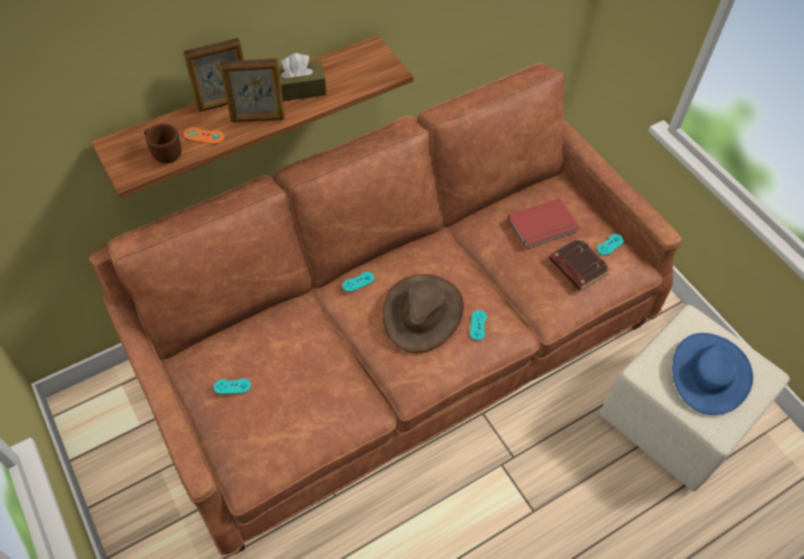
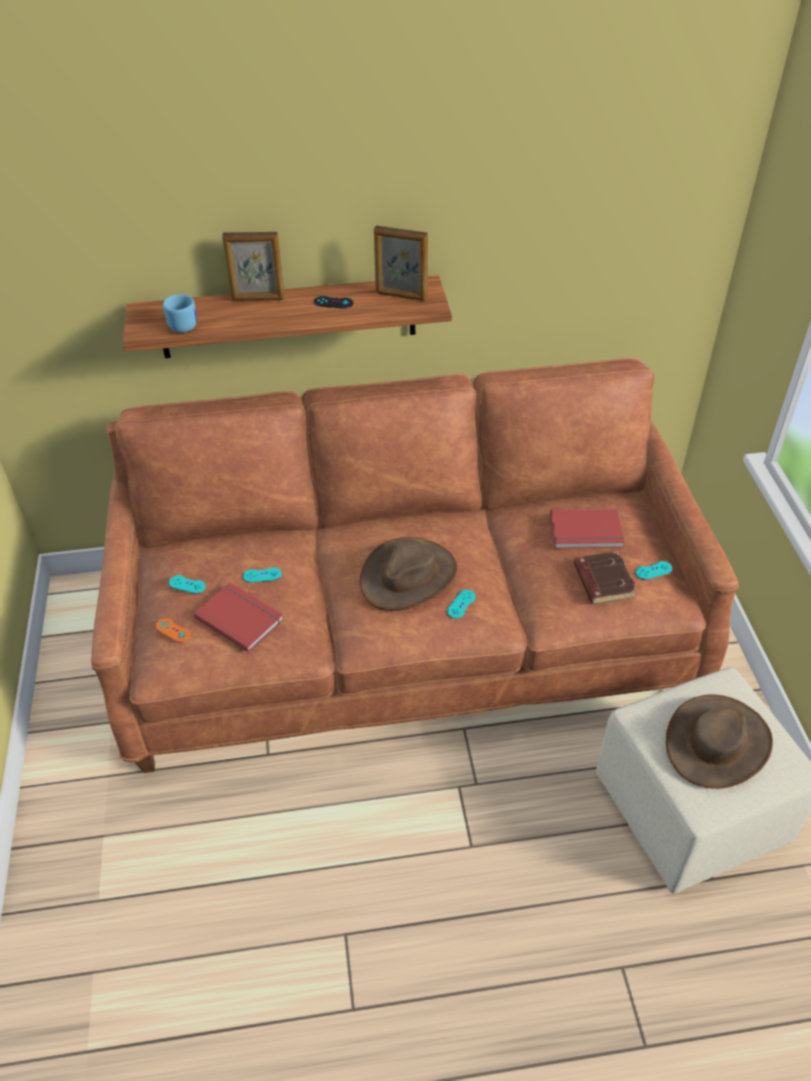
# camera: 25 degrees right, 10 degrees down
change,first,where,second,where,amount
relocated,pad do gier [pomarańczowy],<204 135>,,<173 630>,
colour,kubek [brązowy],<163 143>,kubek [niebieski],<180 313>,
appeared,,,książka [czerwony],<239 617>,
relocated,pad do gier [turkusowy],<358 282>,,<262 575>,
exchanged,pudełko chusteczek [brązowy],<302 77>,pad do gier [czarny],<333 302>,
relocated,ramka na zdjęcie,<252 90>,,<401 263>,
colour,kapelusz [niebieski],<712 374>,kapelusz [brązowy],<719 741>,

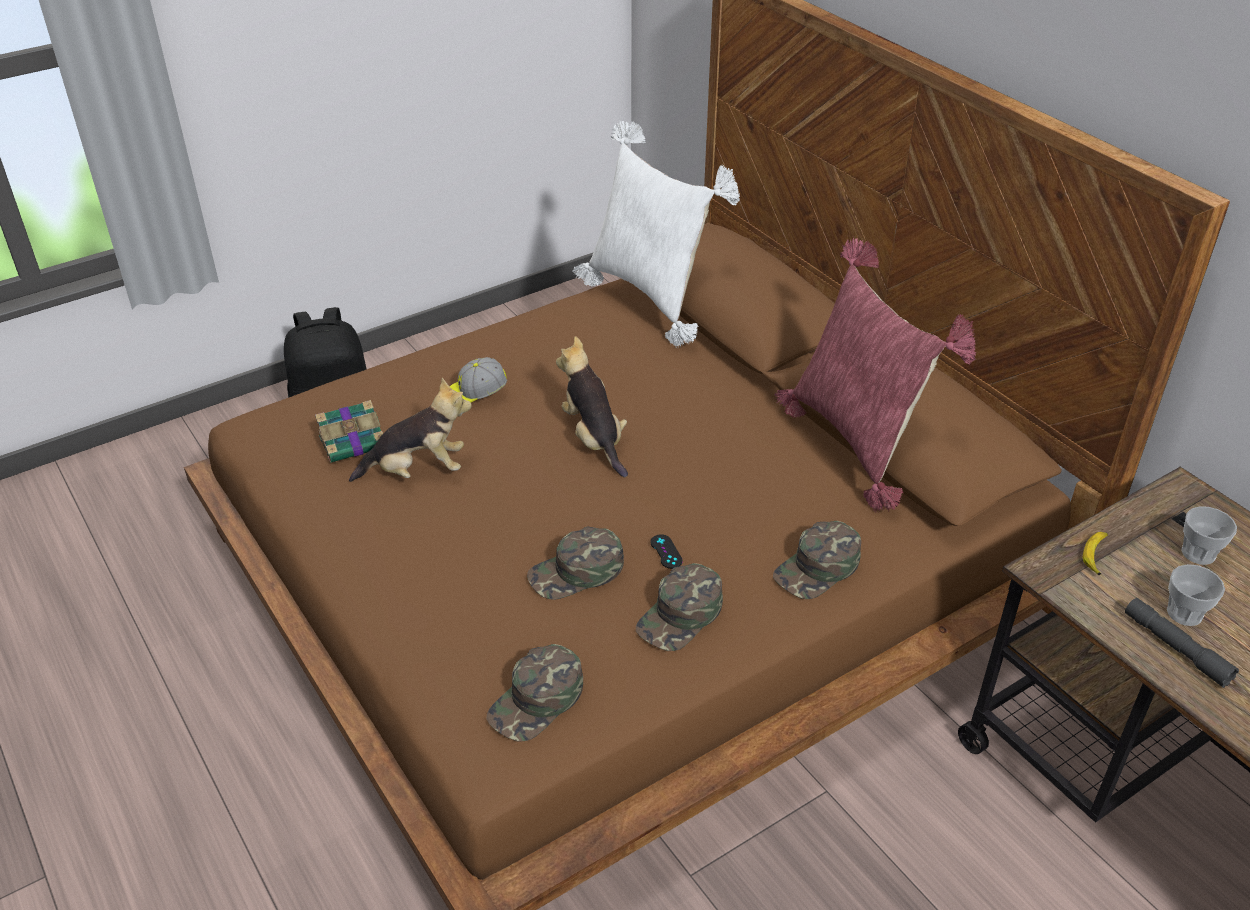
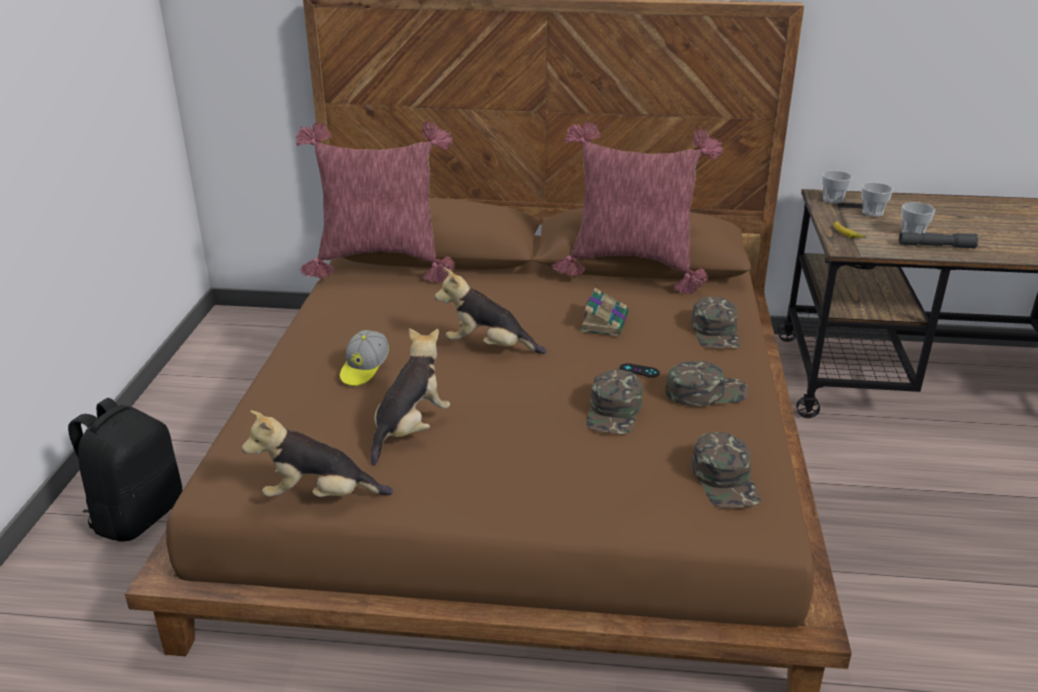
# camera: 50 degrees left, 10 degrees down
change,first,where,second,where,amount
appeared,,,pluszak,<317 453>,
colour,poduszka [biały],<656 234>,poduszka [czerwony],<375 202>,
relocated,książka,<349 431>,,<604 312>,
spun,czapka z daszkiem [zielony],<679 607>,,<707 383>,90 degrees counterclockwise
appeared,,,filiżanka,<837 187>,

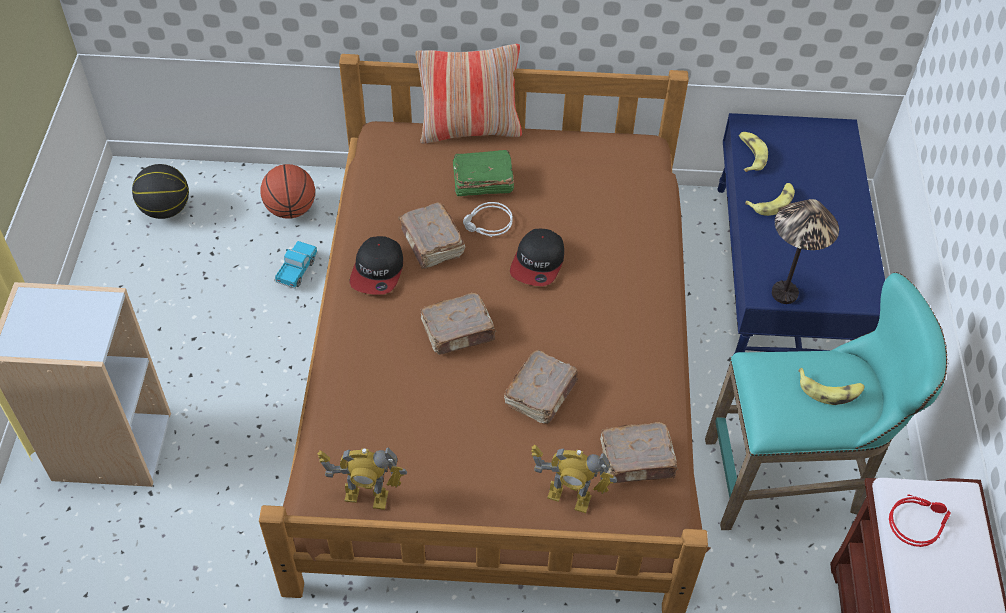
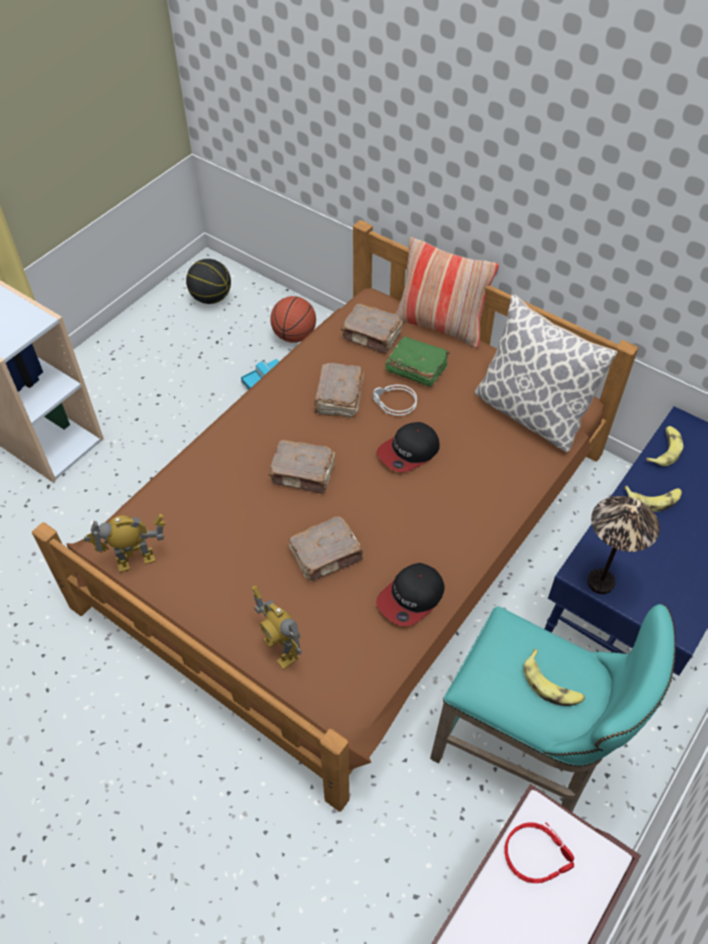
# camera: 35 degrees right, 0 degrees up
change,first,where,second,where,amount
spun,robot zabawkowy,<362 478>,,<125 543>,120 degrees clockwise
relocated,książka [brązowy],<639 452>,,<371 328>,
relocated,czapka z daszkiem,<376 265>,,<410 594>,
appeared,,,poduszka,<546 373>,

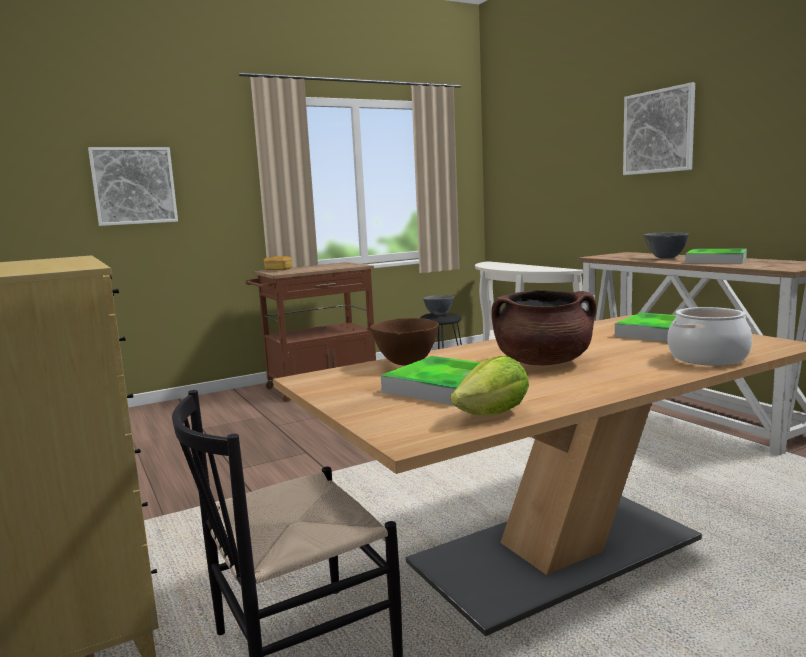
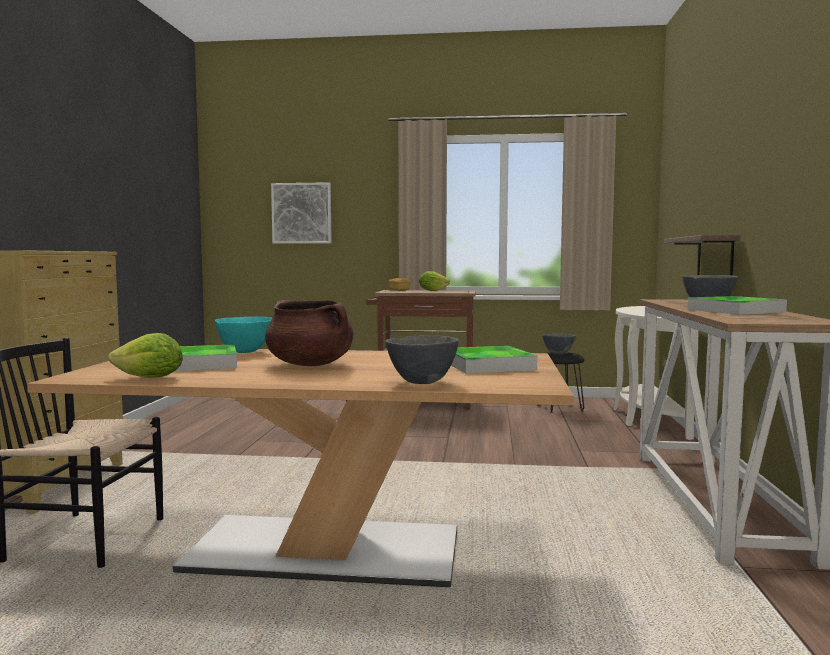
# camera: 35 degrees right, 5 degrees down
change,first,where,second,where,amount
colour,miska [brązowy],<404 341>,miska [turkusowy],<243 335>,
exchanged,garnek,<710 336>,miska [szary],<422 359>,
appeared,,,sałata,<434 281>,
appeared,,,półka,<702 255>,
missing,obraz,<659 129>,,,

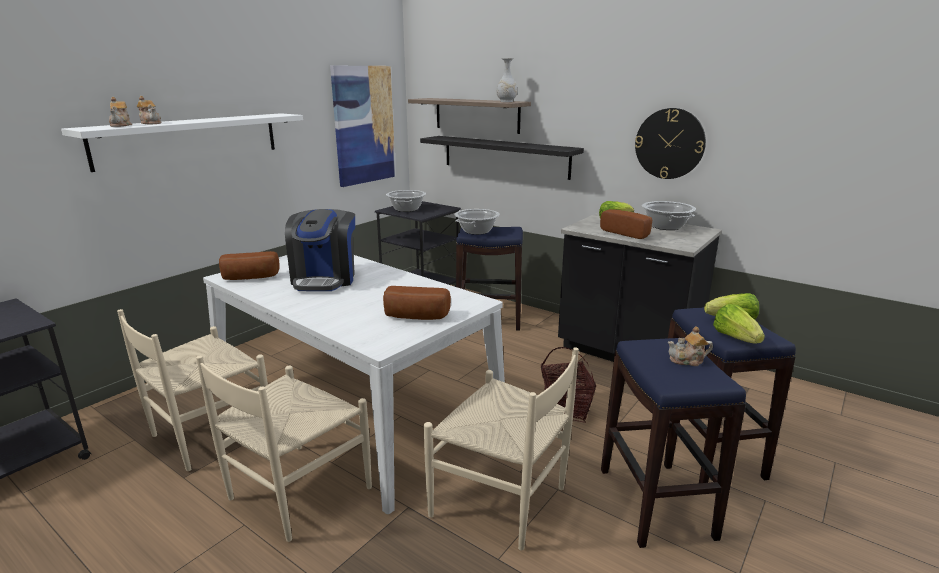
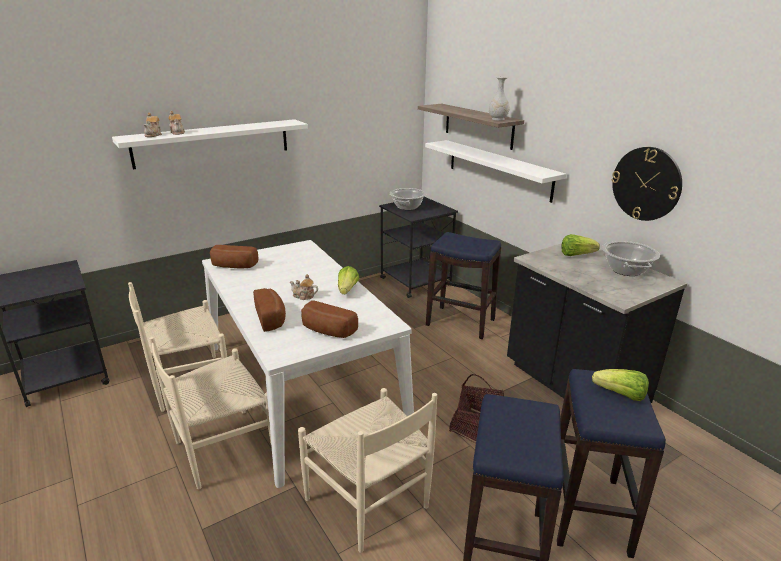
# camera: 20 degrees right, 5 degrees up
change,first,where,second,where,amount
relocated,chleb,<626 224>,,<269 310>,
relocated,imbryk,<690 346>,,<304 287>,
relocated,sałata,<739 323>,,<348 280>,
colour,półka [czarny],<502 158>,półka [biały],<495 171>,
missing,ekspres do kawy,<320 250>,,,
missing,obraz,<363 126>,,,
missing,garnek,<477 222>,,,

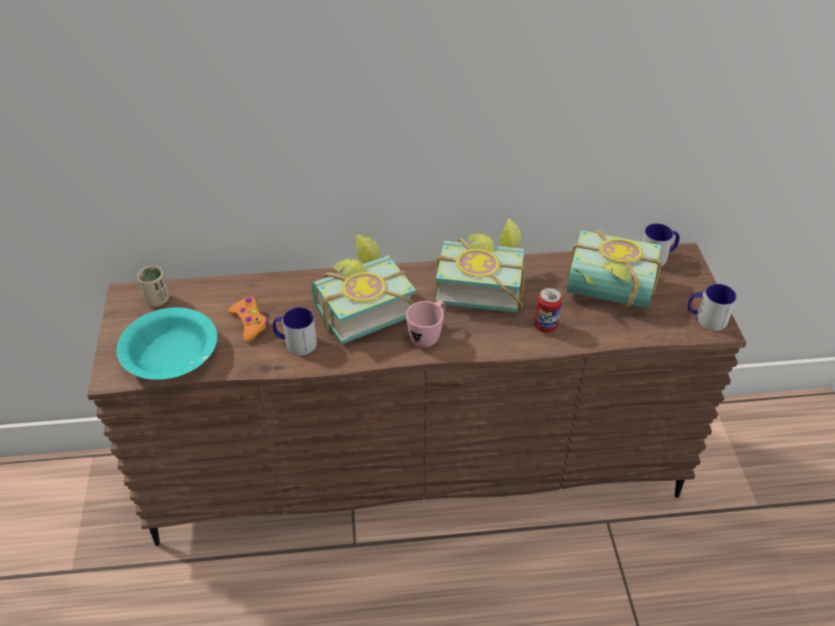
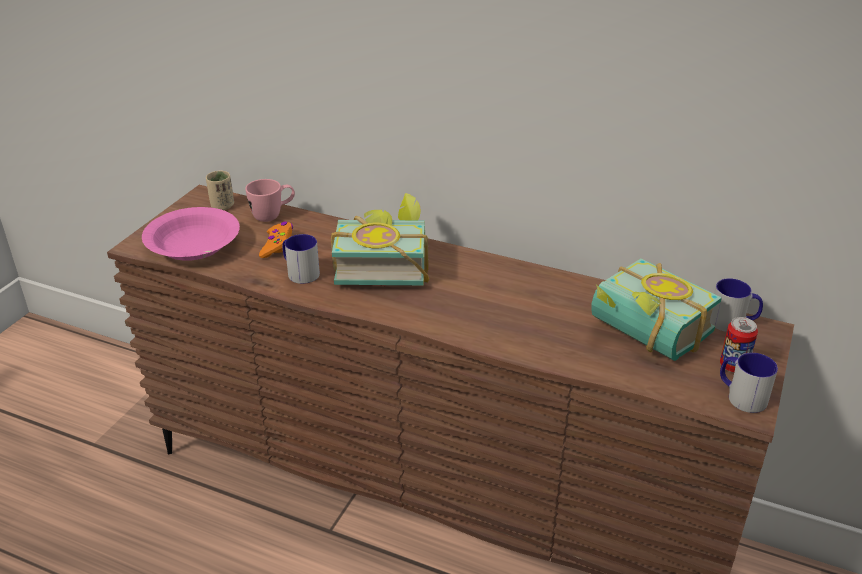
# camera: 30 degrees right, 10 degrees down
change,first,where,second,where,amount
colour,miska [turkusowy],<166 343>,miska [różowy],<191 234>,
relocated,kubek [różowy],<425 323>,,<270 200>,
relocated,puszka,<548 310>,,<739 344>,
missing,książka,<480 265>,,,

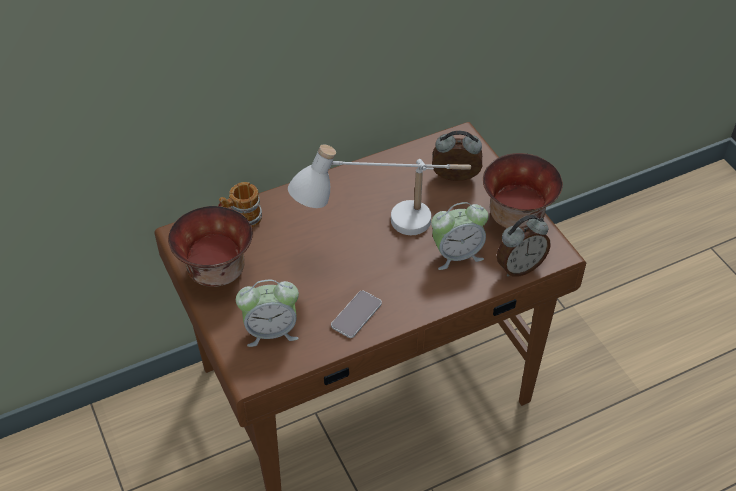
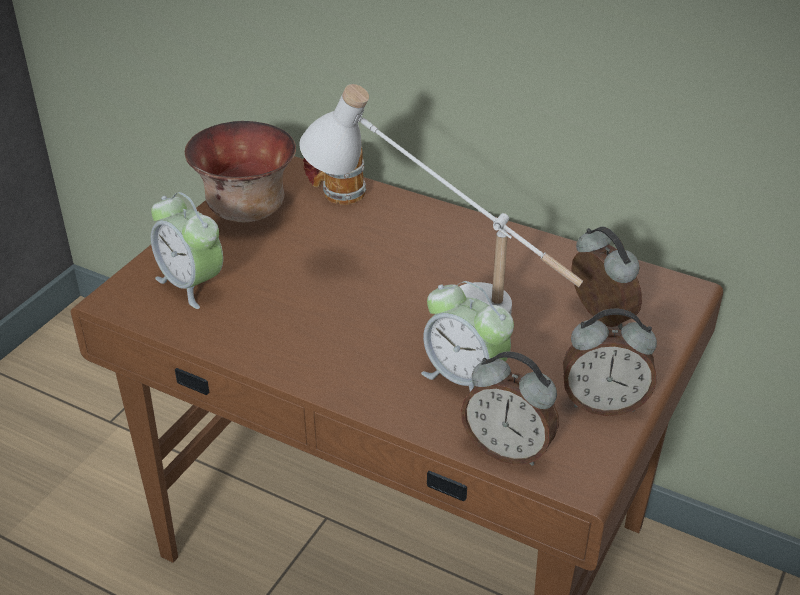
# camera: 55 degrees right, 10 degrees down
change,first,where,second,where,amount
exchanged,miska,<523 190>,budzik,<610 362>,
missing,telefon,<356 314>,,,

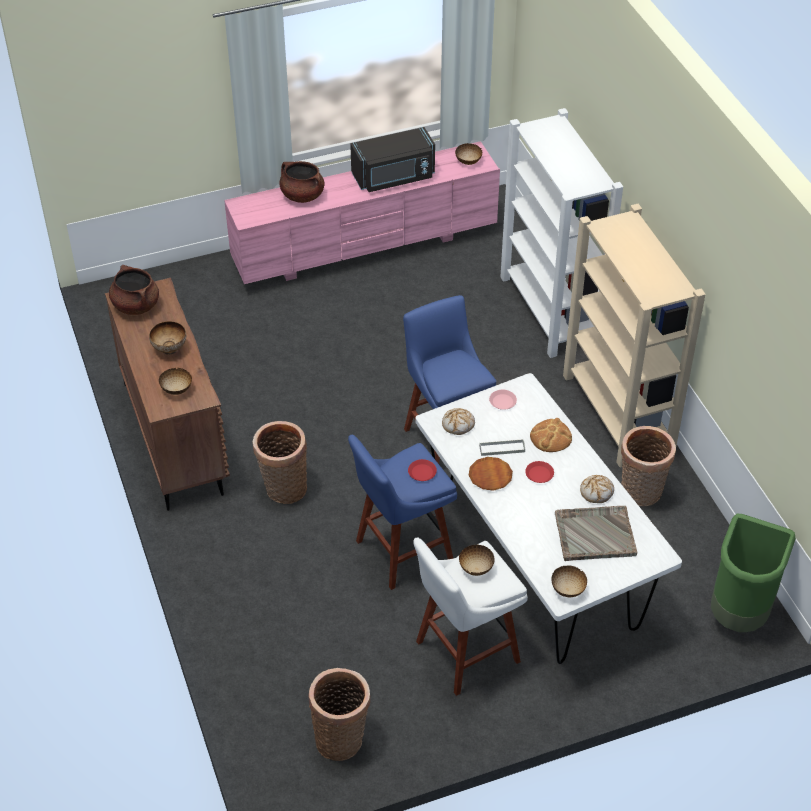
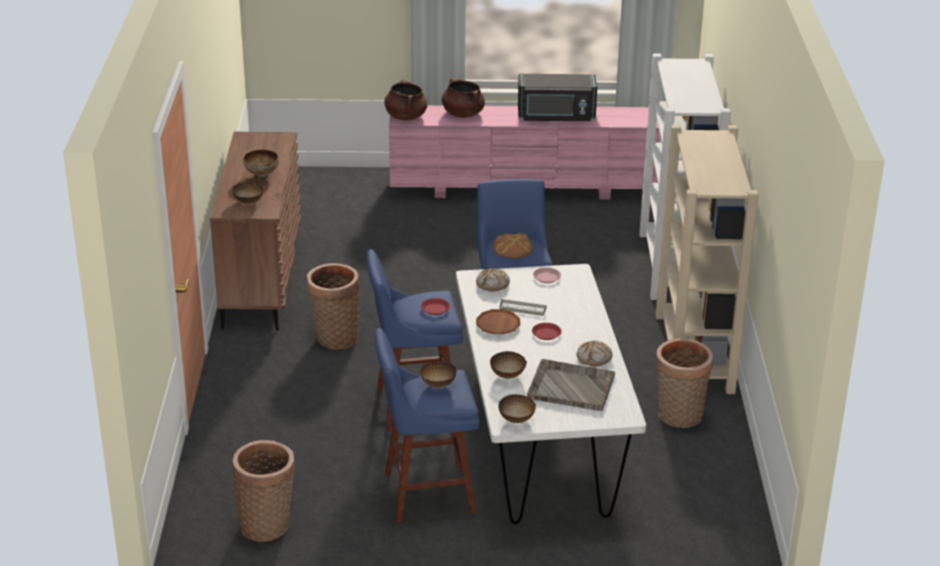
# camera: 20 degrees right, 15 degrees down
change,first,where,second,where,amount
colour,stołek [biały],<470 617>,stołek [niebieski],<427 425>,
relocated,garnek [brązowy],<134 290>,,<406 99>,
relocated,miska,<468 154>,,<508 365>,
relocated,chleb,<551 435>,,<513 245>,
missing,kosz na śmieci [zielony],<753 573>,,,

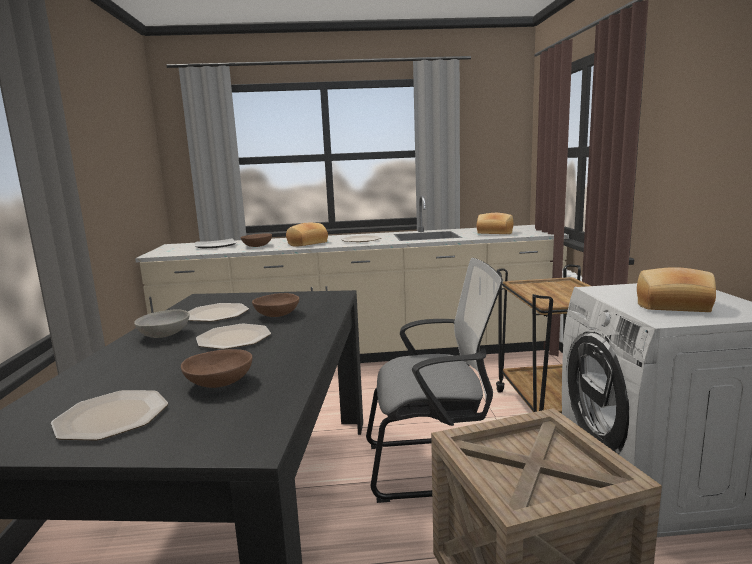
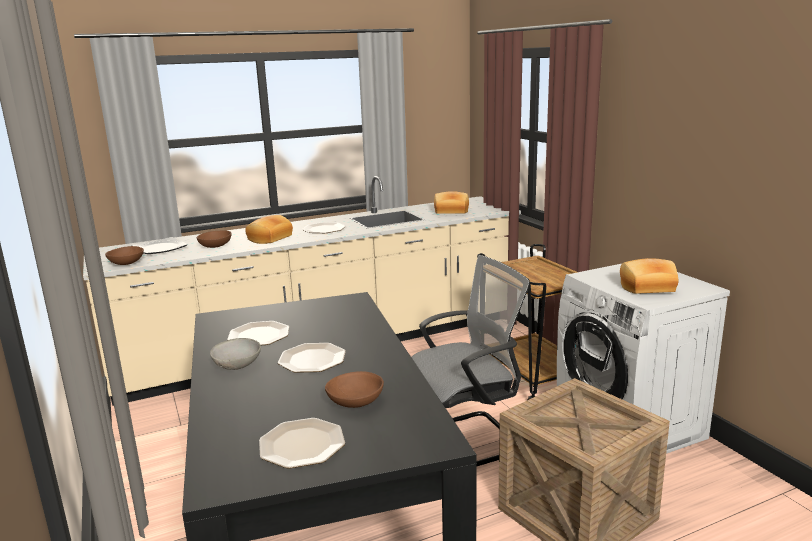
# camera: 20 degrees left, 5 degrees up
change,first,where,second,where,amount
relocated,miska [brązowy],<275 305>,,<124 255>,

